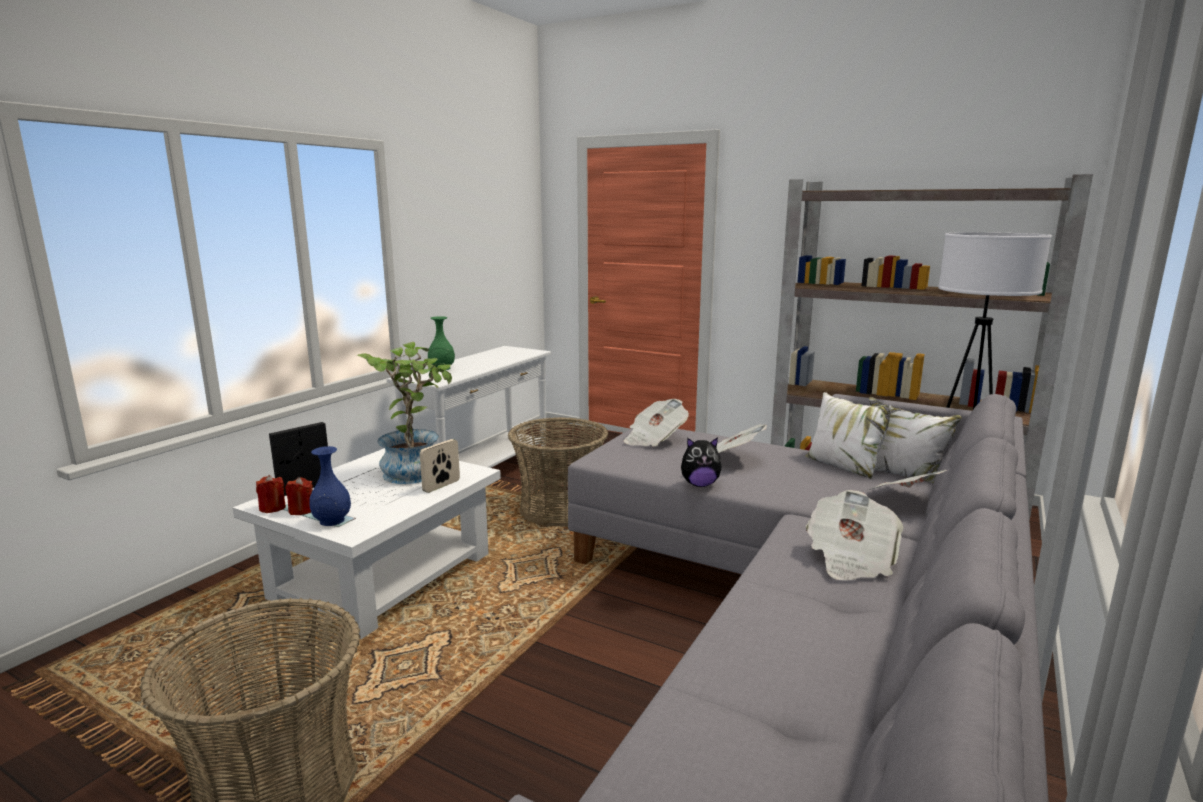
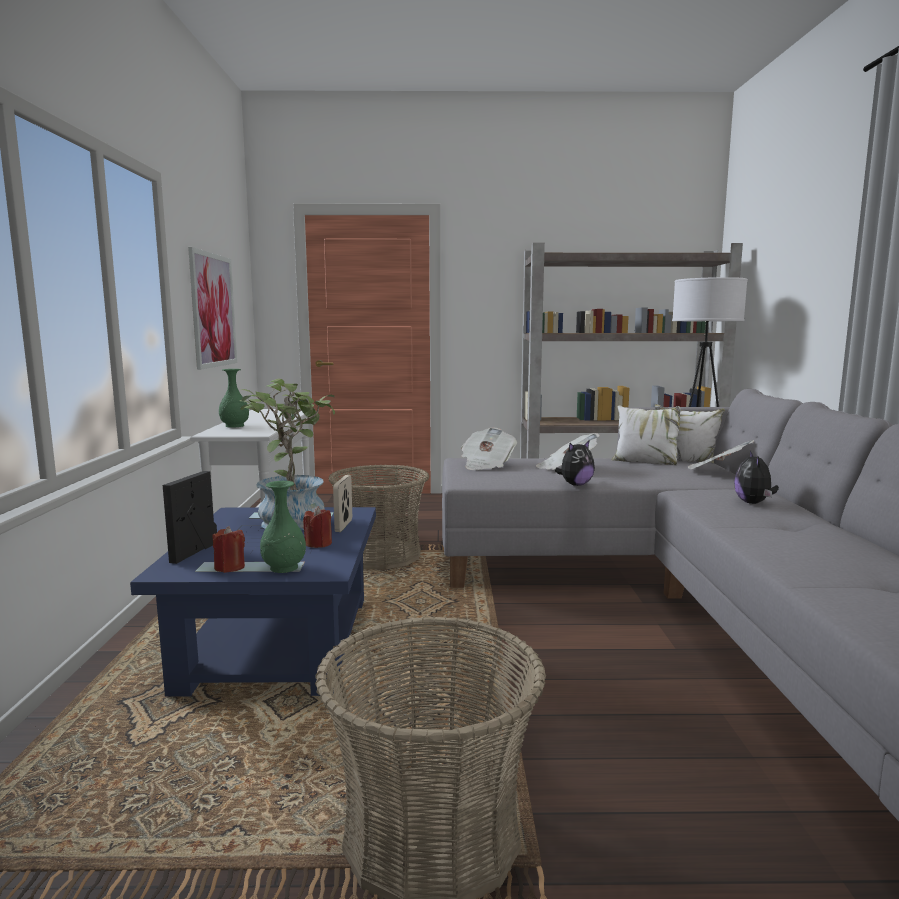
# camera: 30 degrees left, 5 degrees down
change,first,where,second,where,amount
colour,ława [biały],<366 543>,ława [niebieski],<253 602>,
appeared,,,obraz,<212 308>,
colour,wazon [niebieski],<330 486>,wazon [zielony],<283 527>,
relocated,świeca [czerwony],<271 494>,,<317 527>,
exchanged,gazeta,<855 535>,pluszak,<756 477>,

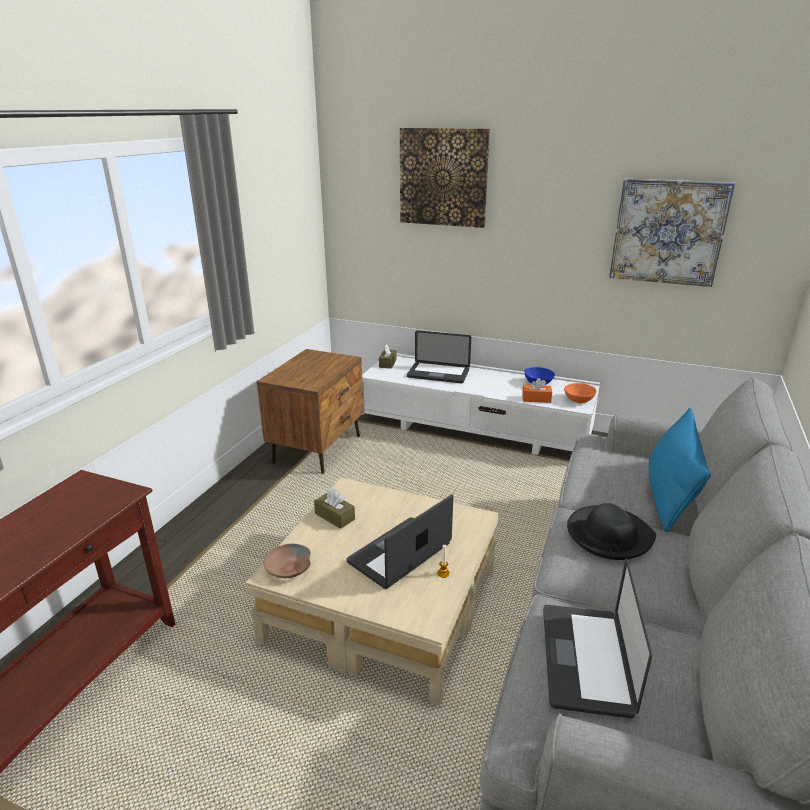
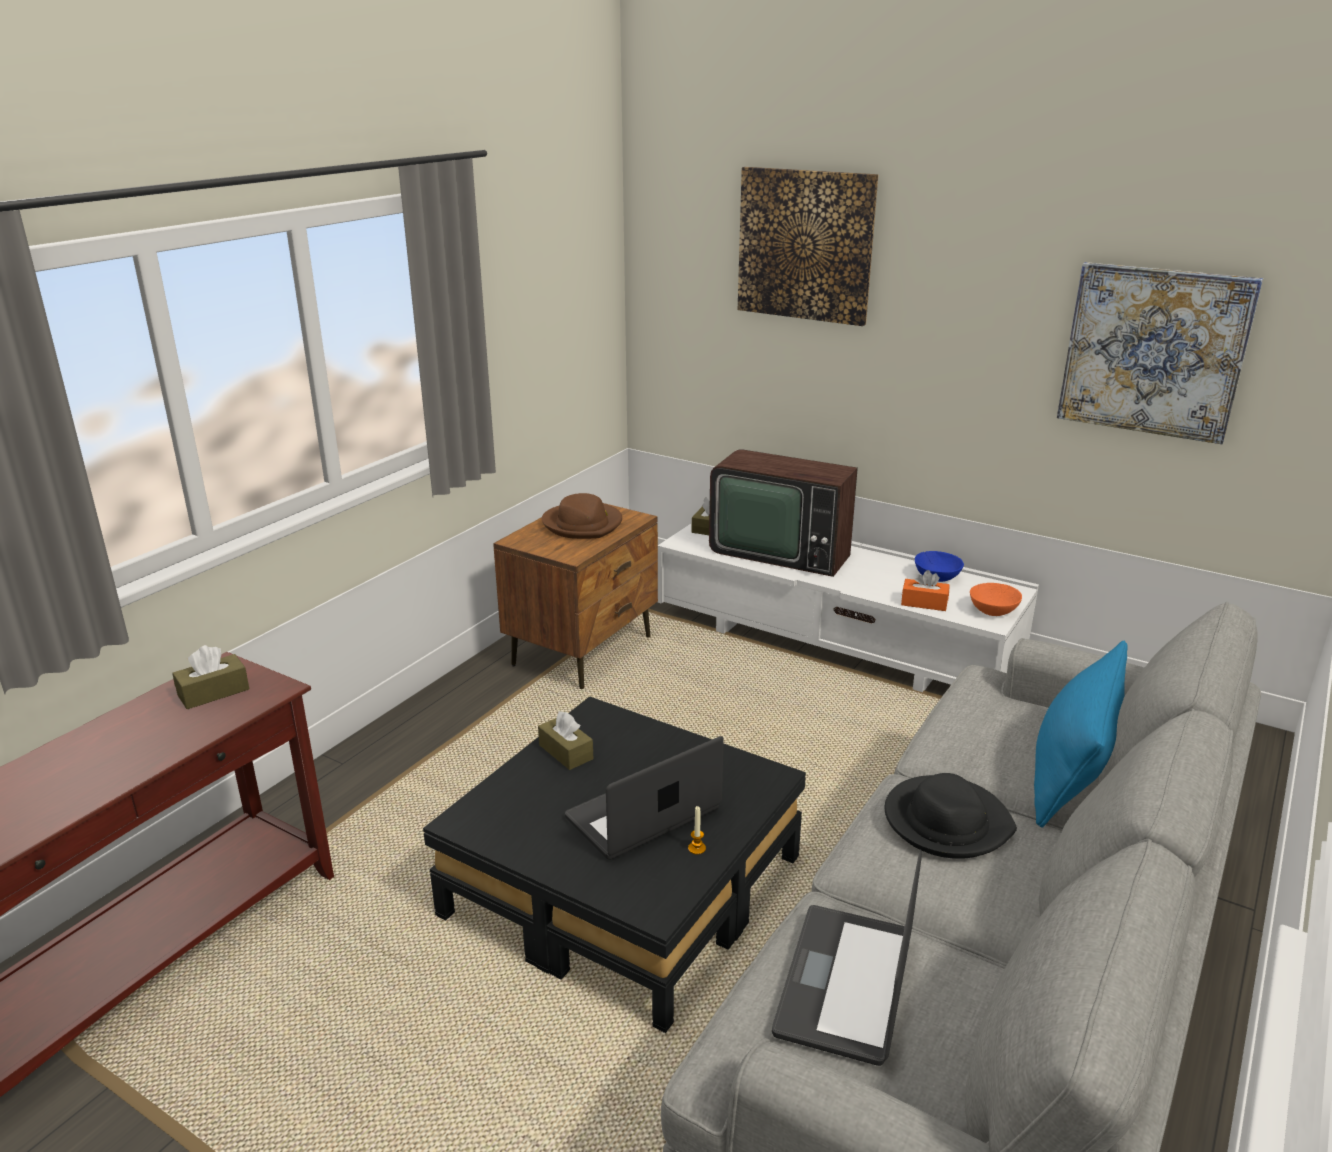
# camera: 10 degrees right, 0 degrees up
change,first,where,second,where,amount
appeared,,,pudełko chusteczek [brązowy],<210 677>,
colour,ława [beżowy],<372 591>,ława [czarny],<614 864>,
appeared,,,kapelusz [brązowy],<582 516>,
exchanged,laptop,<439 356>,telewizor,<783 513>,
missing,miska [brązowy],<287 561>,,,

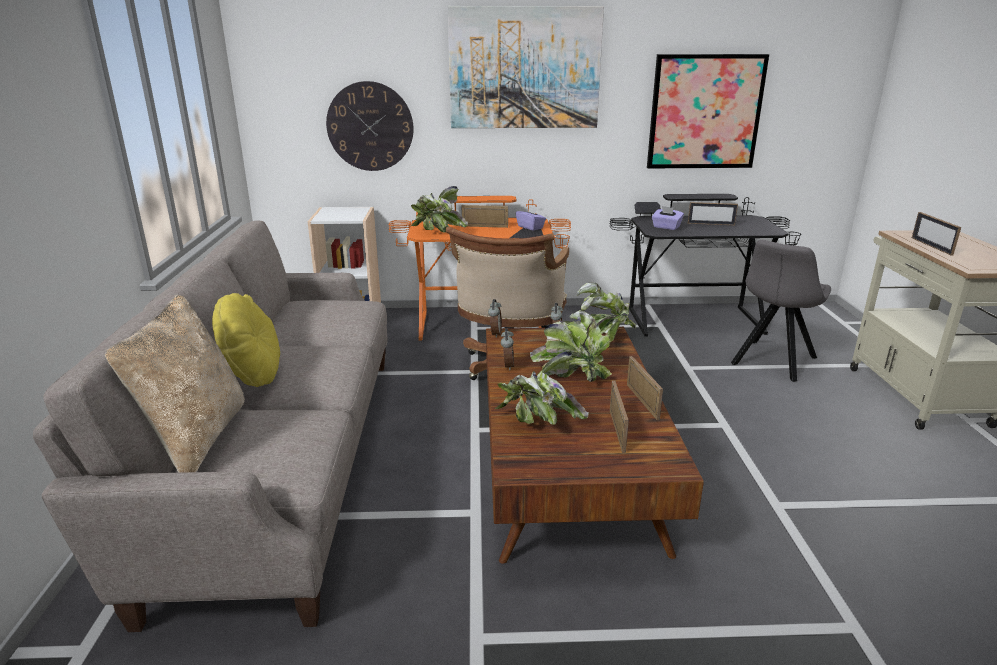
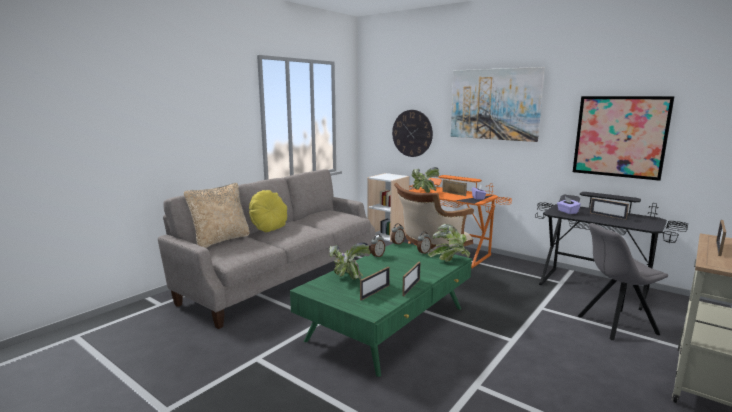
# camera: 40 degrees right, 10 degrees down
change,first,where,second,where,amount
colour,ława [brązowy],<595 445>,ława [zielony],<381 309>,
missing,roślina doniczkowa,<571 346>,,,

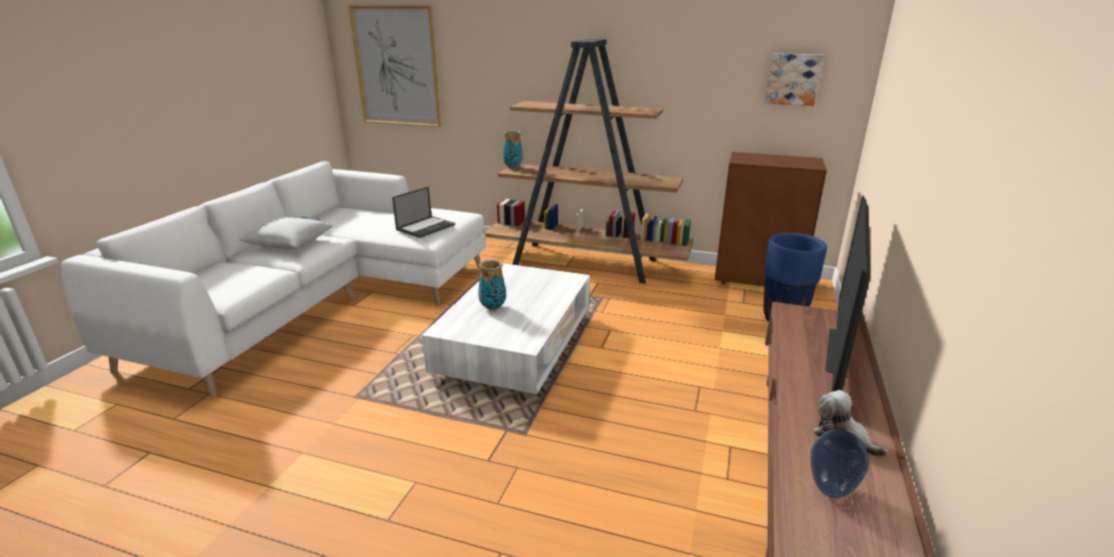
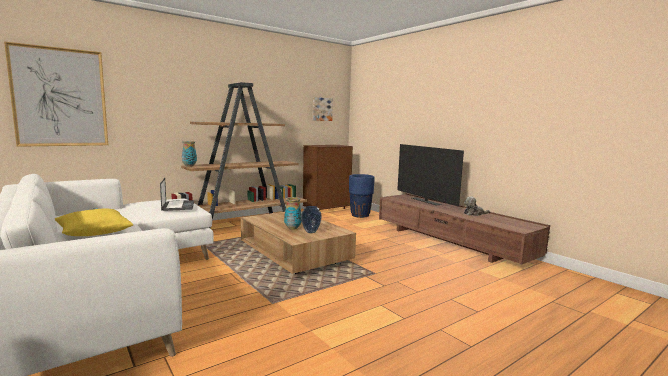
# camera: 55 degrees left, 15 degrees down
change,first,where,second,where,amount
colour,poduszka [szary],<286 233>,poduszka [żółty],<94 222>,
colour,ława [biały],<506 328>,ława [brązowy],<298 242>,
relocated,wazon,<840 463>,,<311 219>,

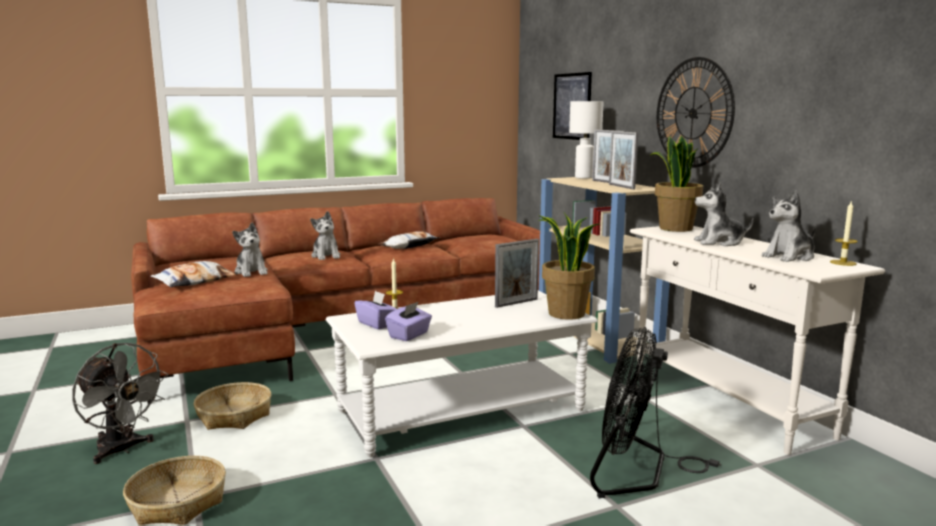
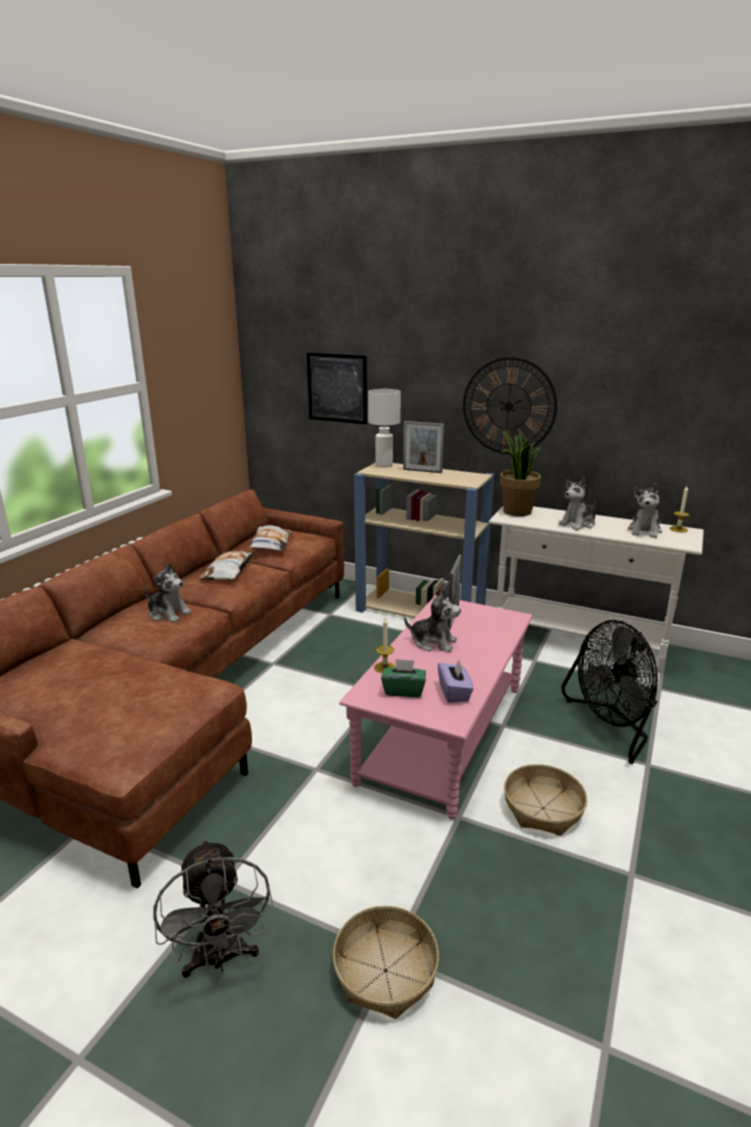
# camera: 40 degrees left, 10 degrees up
change,first,where,second,where,amount
spun,wentylator [szary],<120 403>,,<213 908>,75 degrees clockwise
relocated,poduszka,<193 274>,,<270 538>,
colour,ława [biały],<462 374>,ława [różowy],<436 707>,
colour,pudełko chusteczek [fioletowy],<375 310>,pudełko chusteczek [zielony],<403 678>,
relocated,pluszak,<250 250>,,<432 620>,
relocated,koszyk,<232 406>,,<545 800>,
missing,roślina doniczkowa,<568 266>,,,
missing,ramka na zdjęcie,<623 160>,,,

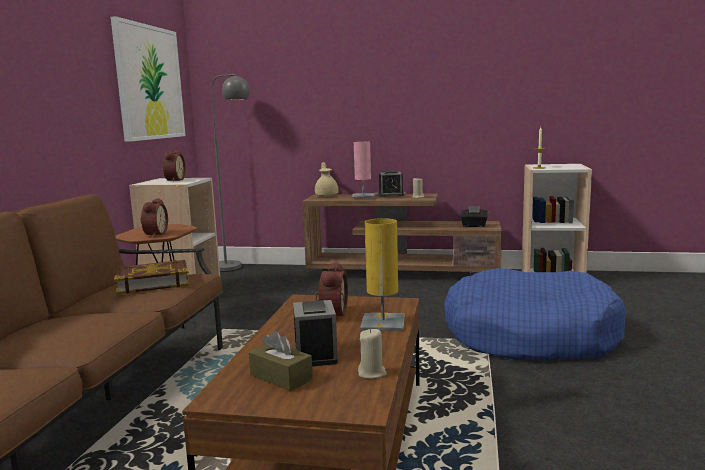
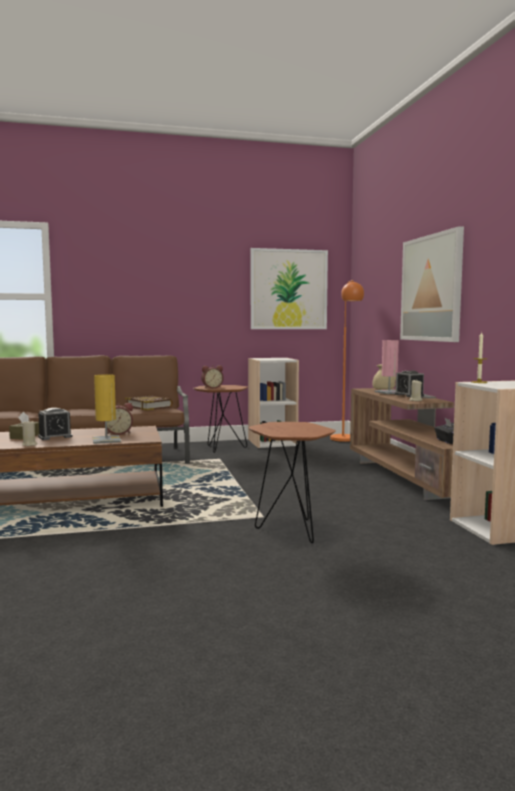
# camera: 65 degrees right, 5 degrees down
change,first,where,second,where,amount
exchanged,legowisko [niebieski],<535 314>,stolik [brązowy],<292 482>,
colour,lampa stojąca [szary],<230 173>,lampa stojąca [pomarańczowy],<347 361>,
appeared,,,obraz,<432 284>,
missing,budzik,<174 166>,,,

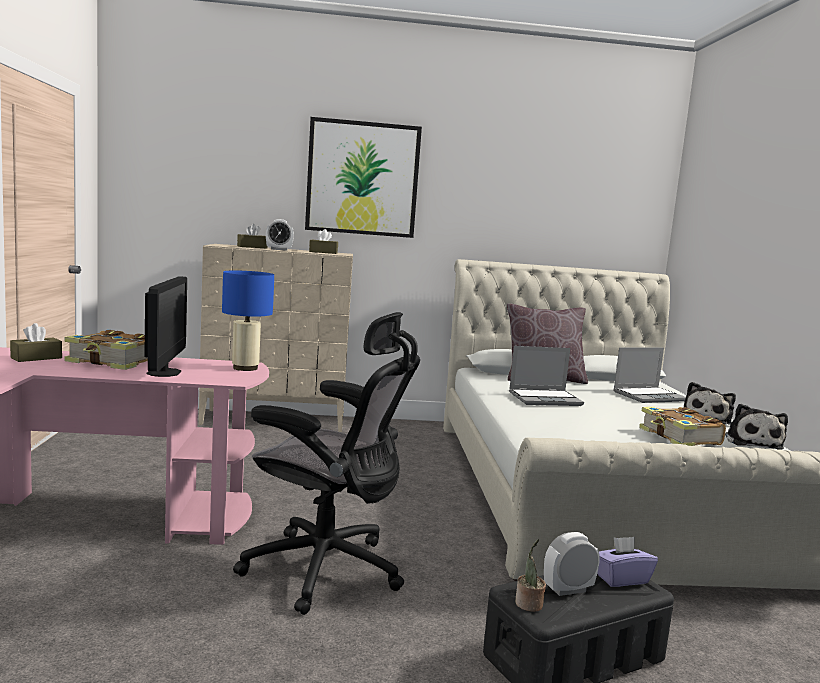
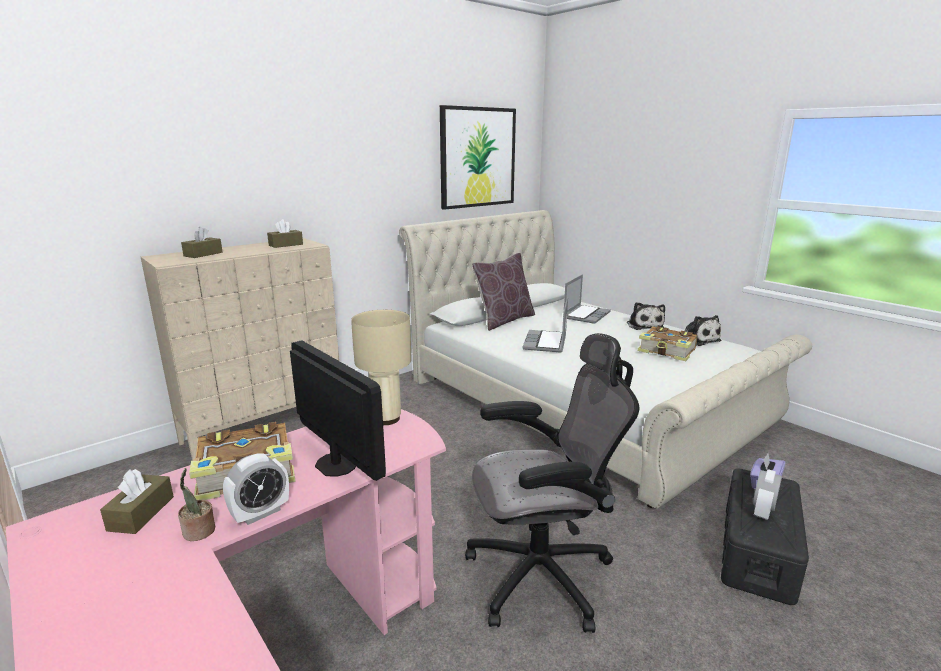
# camera: 35 degrees left, 10 degrees up
change,first,where,second,where,amount
relocated,roślina doniczkowa,<530 575>,,<196 504>,
relocated,budzik,<280 235>,,<256 489>,
colour,lampa stołowa [niebieski],<248 321>,lampa stołowa [beżowy],<381 367>,
relocated,obraz,<363 177>,,<478 157>,
spun,laptop,<546 376>,,<545 325>,150 degrees clockwise

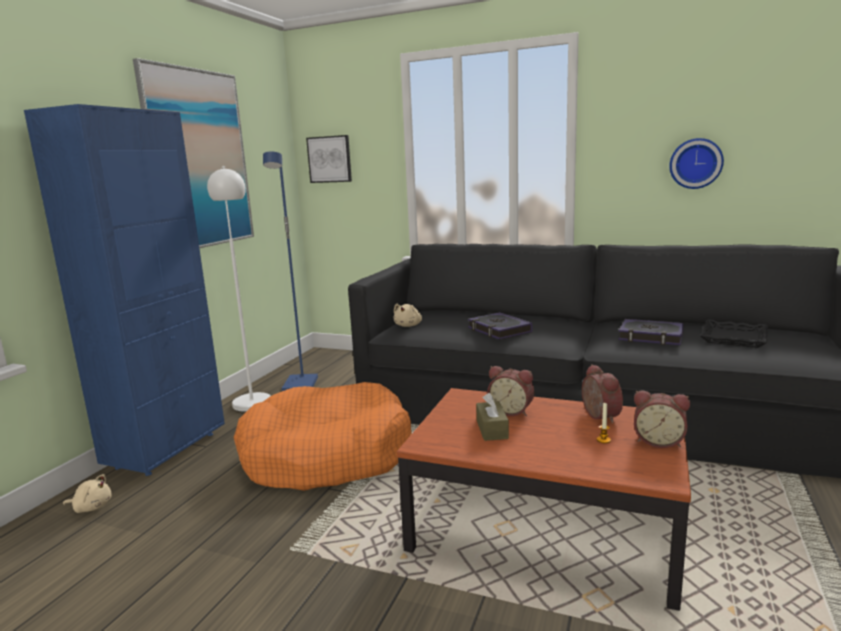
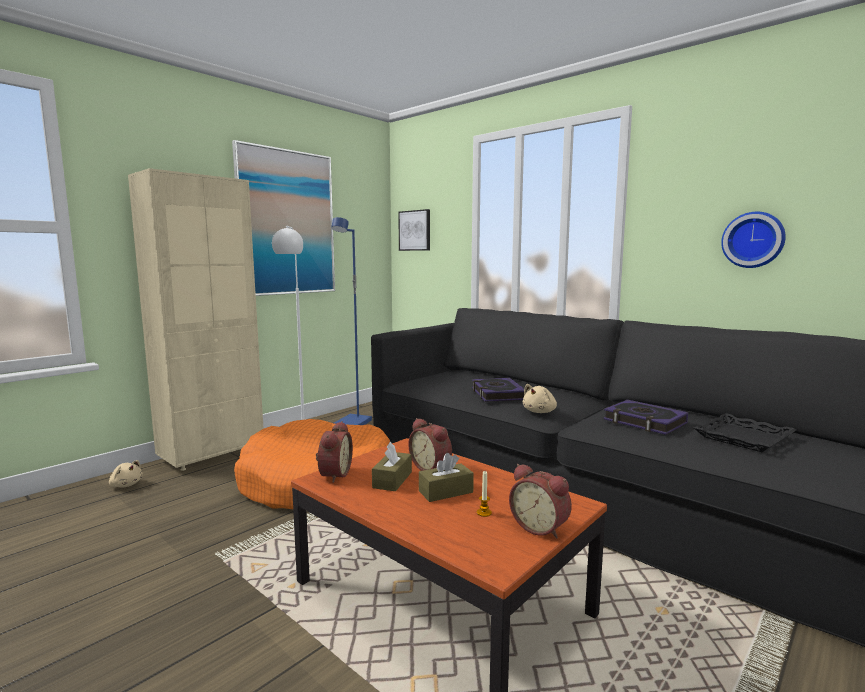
# camera: 20 degrees right, 5 degrees down
change,first,where,second,where,amount
colour,szafka [niebieski],<124 290>,szafka [beżowy],<196 319>,
relocated,budzik,<602 393>,,<334 452>,
appeared,,,pudełko chusteczek [brązowy],<446 477>,
relocated,pluszak [beżowy],<408 315>,,<540 398>,

